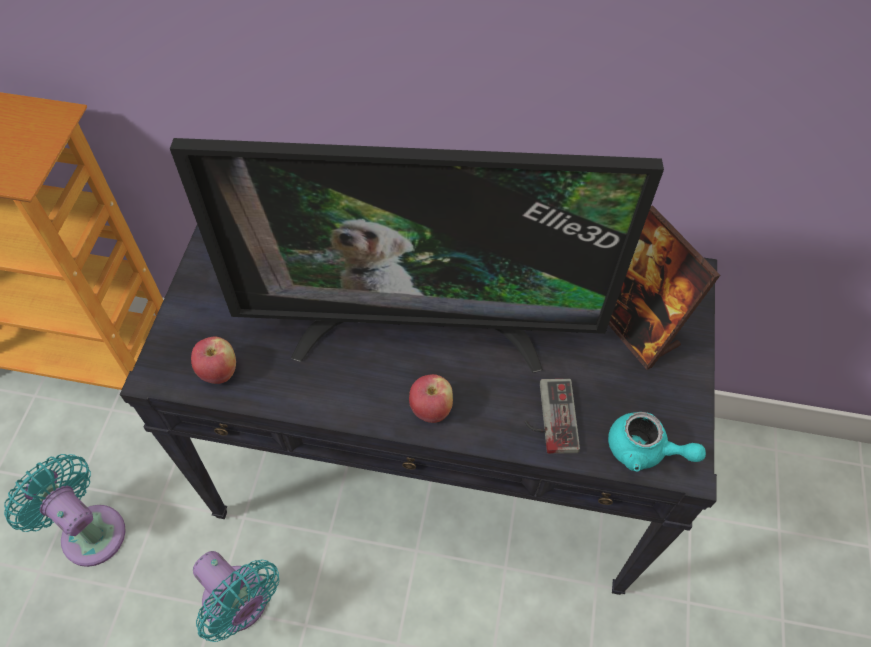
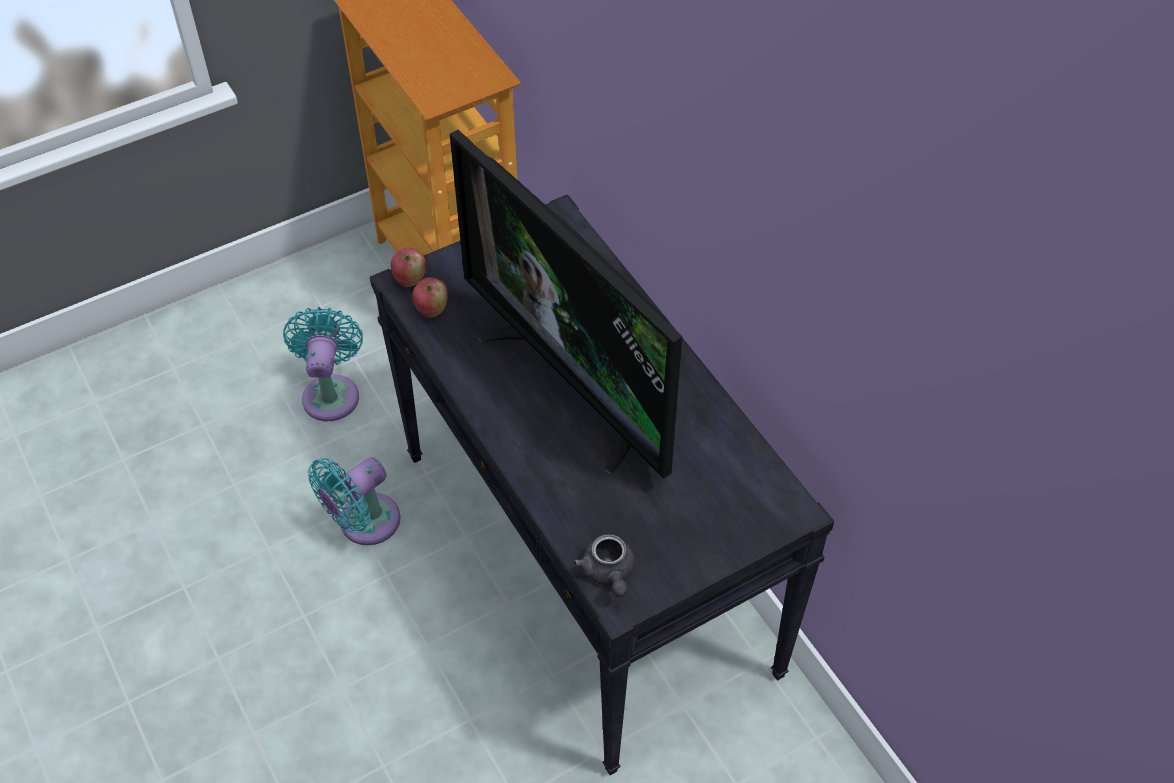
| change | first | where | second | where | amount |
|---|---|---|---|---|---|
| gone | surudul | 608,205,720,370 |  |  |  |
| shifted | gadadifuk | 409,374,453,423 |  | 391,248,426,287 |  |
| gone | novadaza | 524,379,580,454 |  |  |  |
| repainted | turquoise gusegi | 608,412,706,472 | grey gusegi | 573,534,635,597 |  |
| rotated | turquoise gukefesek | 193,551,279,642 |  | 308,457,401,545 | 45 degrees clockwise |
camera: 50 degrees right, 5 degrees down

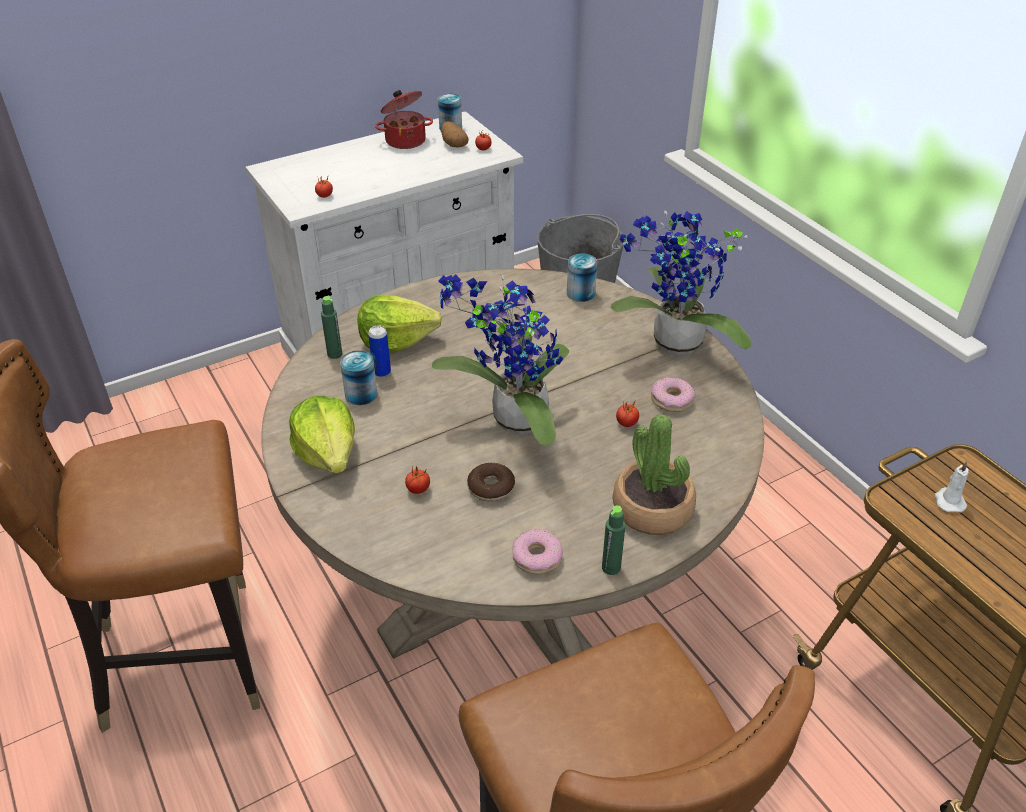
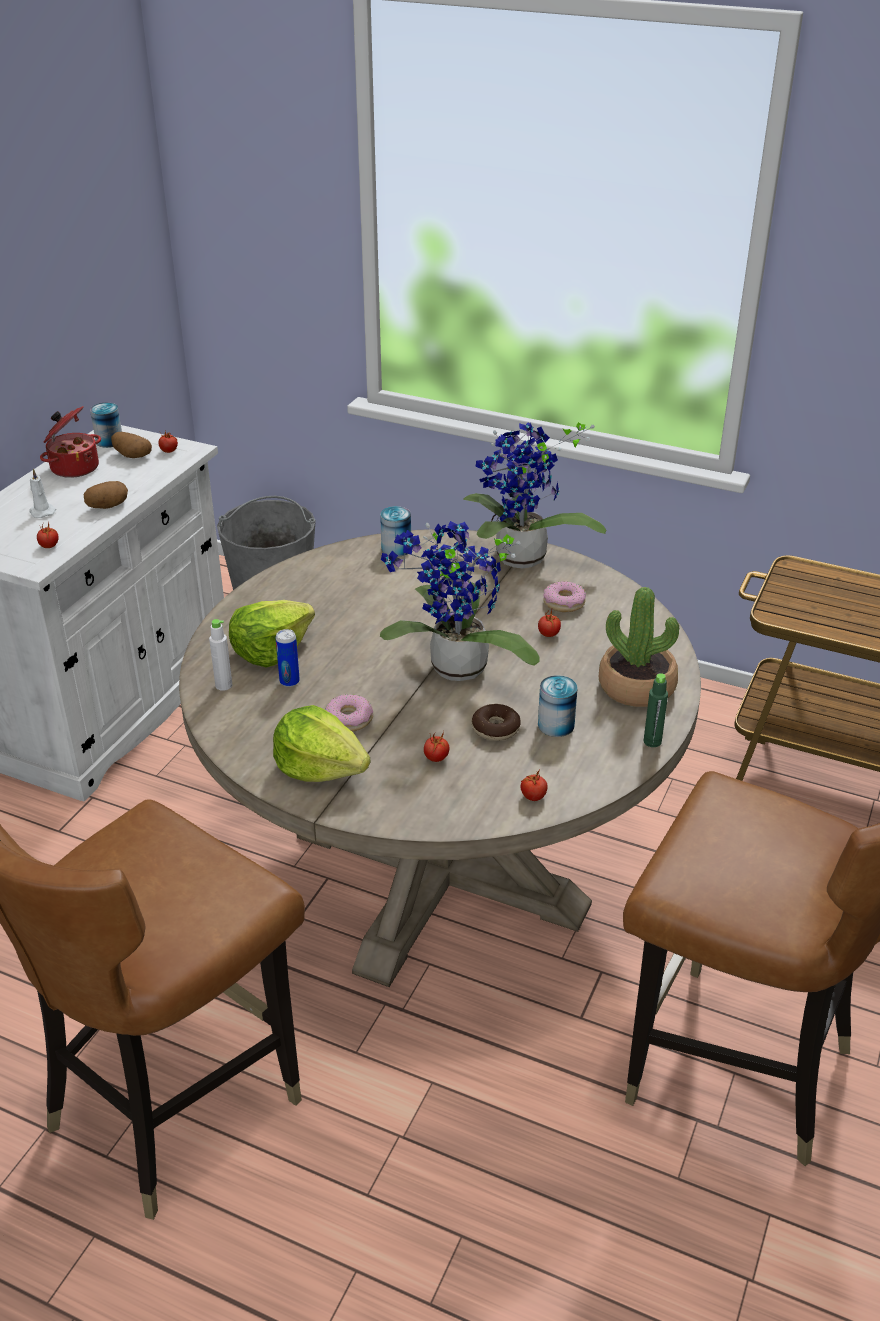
| change | first | where | second | where | amount |
|---|---|---|---|---|---|
| repainted | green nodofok | 321,296,342,359 | white nodofok | 209,619,232,691 |  |
| shifted | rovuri | 340,351,377,405 |  | 538,675,578,737 |  |
| shifted | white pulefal | 935,461,969,512 |  | 29,469,56,518 |  |
| shifted | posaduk | 512,529,563,574 |  | 325,694,373,732 |  |
| new |  |  | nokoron | 83,481,128,509 |  |
| new |  |  | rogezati | 521,770,548,801 |  |
camera: 35 degrees left, 5 degrees down

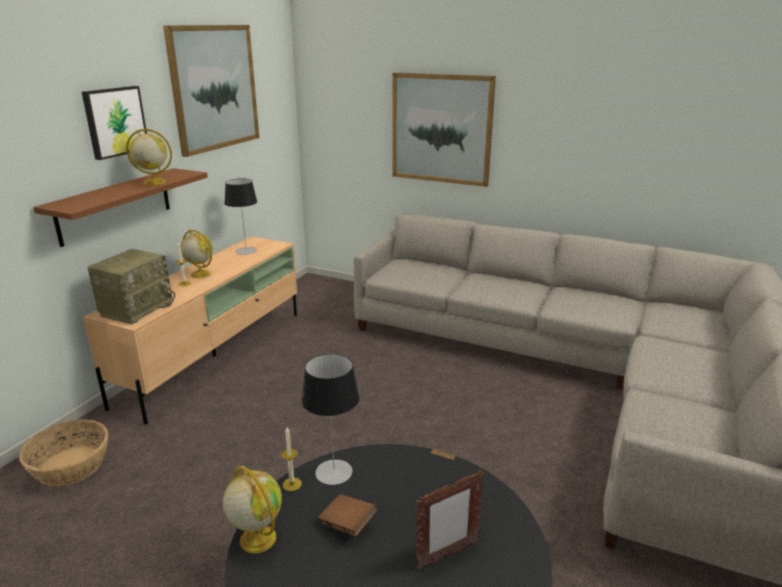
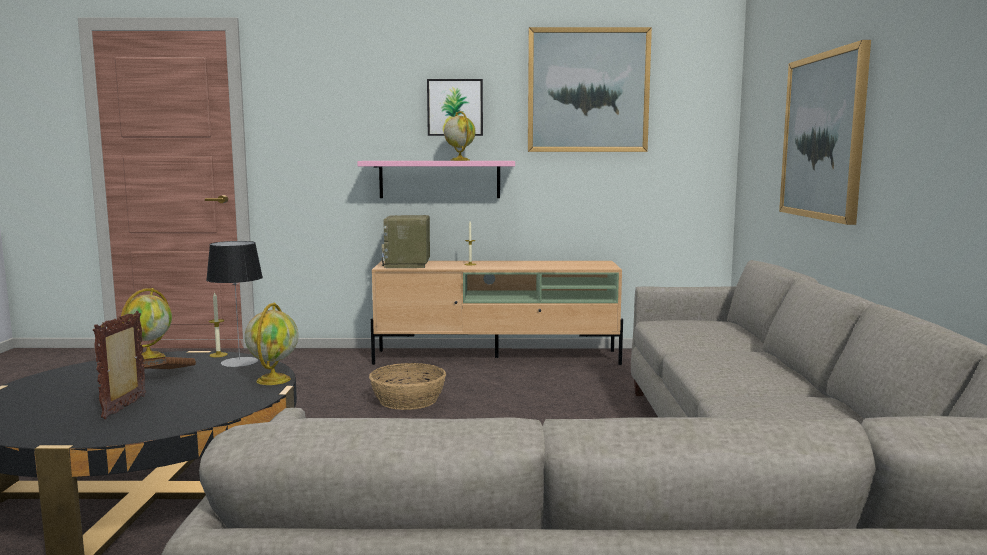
| change | first | where | second | where | amount |
|---|---|---|---|---|---|
| repainted | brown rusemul | 33,168,208,247 | pink rusemul | 357,161,515,198 |  |
| gone | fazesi | 225,178,257,255 |  |  |  |
| shifted | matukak | 180,230,213,278 |  | 245,303,298,385 |  |
| rotated | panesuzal | 88,249,175,324 |  | 382,215,430,268 | 90 degrees clockwise |
| shifted | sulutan | 19,419,108,487 |  | 369,363,446,410 |  |
| rotated | surudul | 416,470,484,570 |  | 93,311,146,419 | 60 degrees clockwise |
camera: 65 degrees right, 15 degrees down

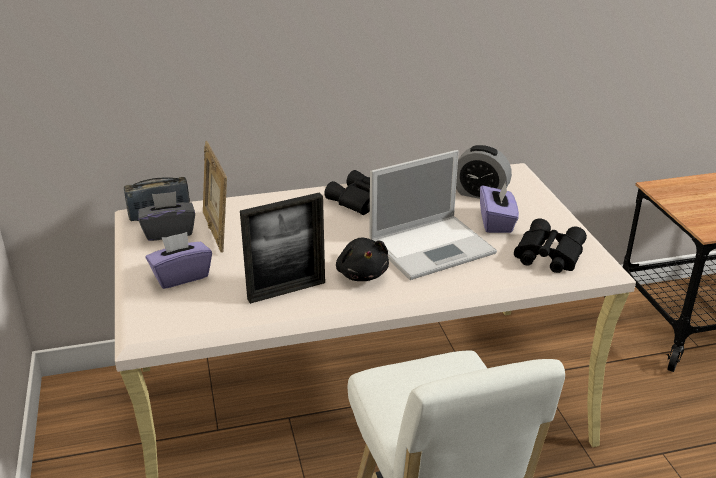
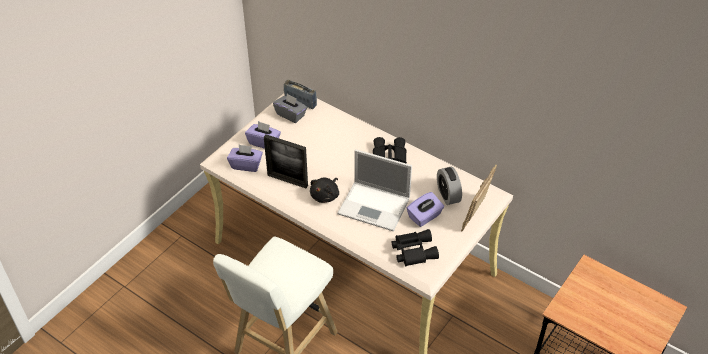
| change | first | where | second | where | amount |
|---|---|---|---|---|---|
| shifted | surudul | 203,141,227,252 |  | 461,165,497,232 |  |
| new |  |  | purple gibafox | 227,144,263,172 |  |
camera: 50 degrees right, 15 degrees up

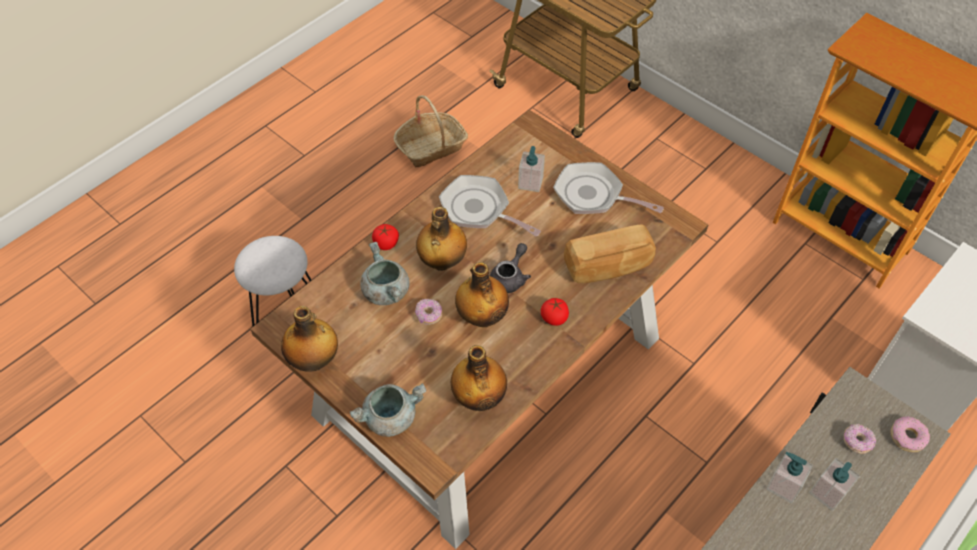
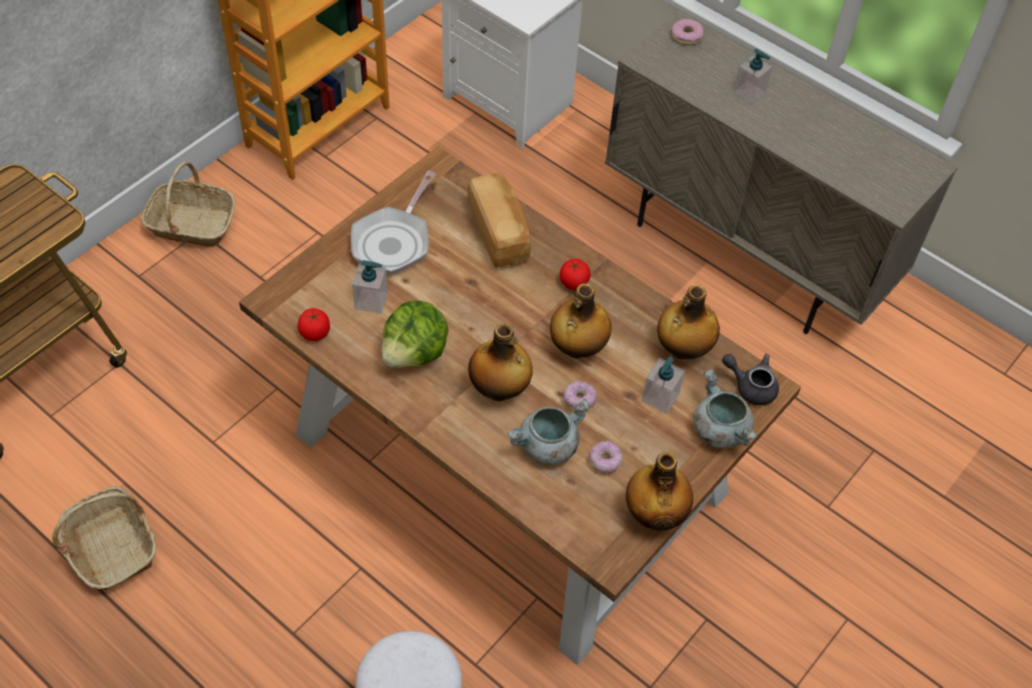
| change | first | where | second | where | amount |
|---|---|---|---|---|---|
| swapped | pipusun | 439,175,541,237 | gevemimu | 381,301,449,368 |  |
| shifted | rogezati | 372,224,399,250 |  | 298,308,330,341 |  |
| shifted | grey gusegi | 490,243,531,293 |  | 722,354,779,405 |  |
| shifted | posaduk | 844,424,876,454 |  | 589,441,623,473 |  |
| shifted | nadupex | 766,451,813,503 |  | 642,357,685,414 |  |
| new |  |  | sulutan | 141,162,235,247 |  |
camera: 95 degrees left, 0 degrees up

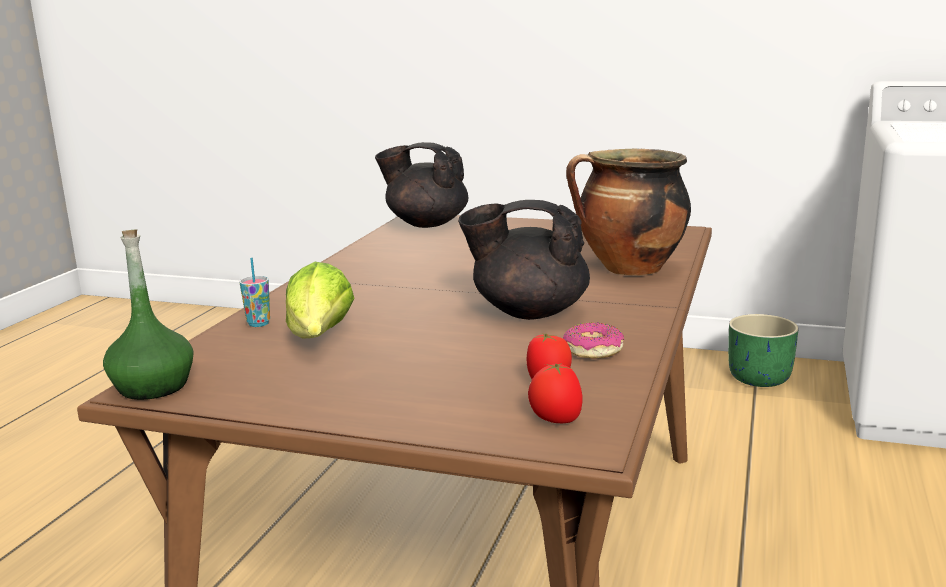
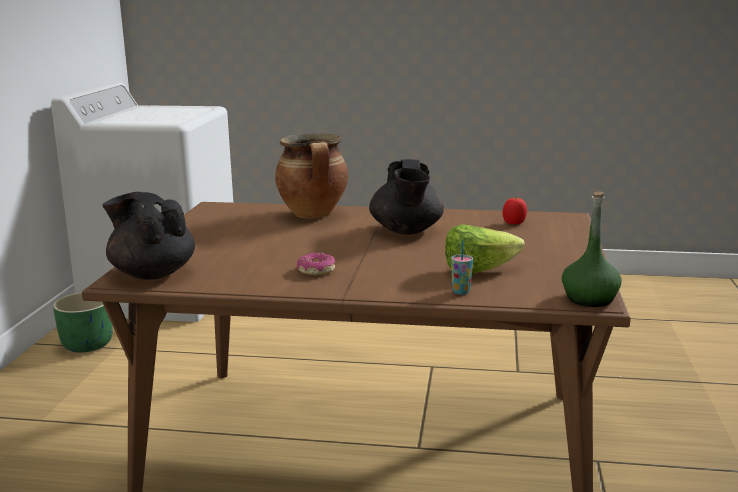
| change | first | where | second | where | amount |
|---|---|---|---|---|---|
| rotated | black gusegi | 375,142,468,228 |  | 103,192,195,280 | 120 degrees clockwise |
| shifted | posaduk | 563,322,624,359 |  | 297,253,335,275 |  |
| gone | rogezati | 528,363,583,423 |  |  |  |
camera: 100 degrees left, 0 degrees up

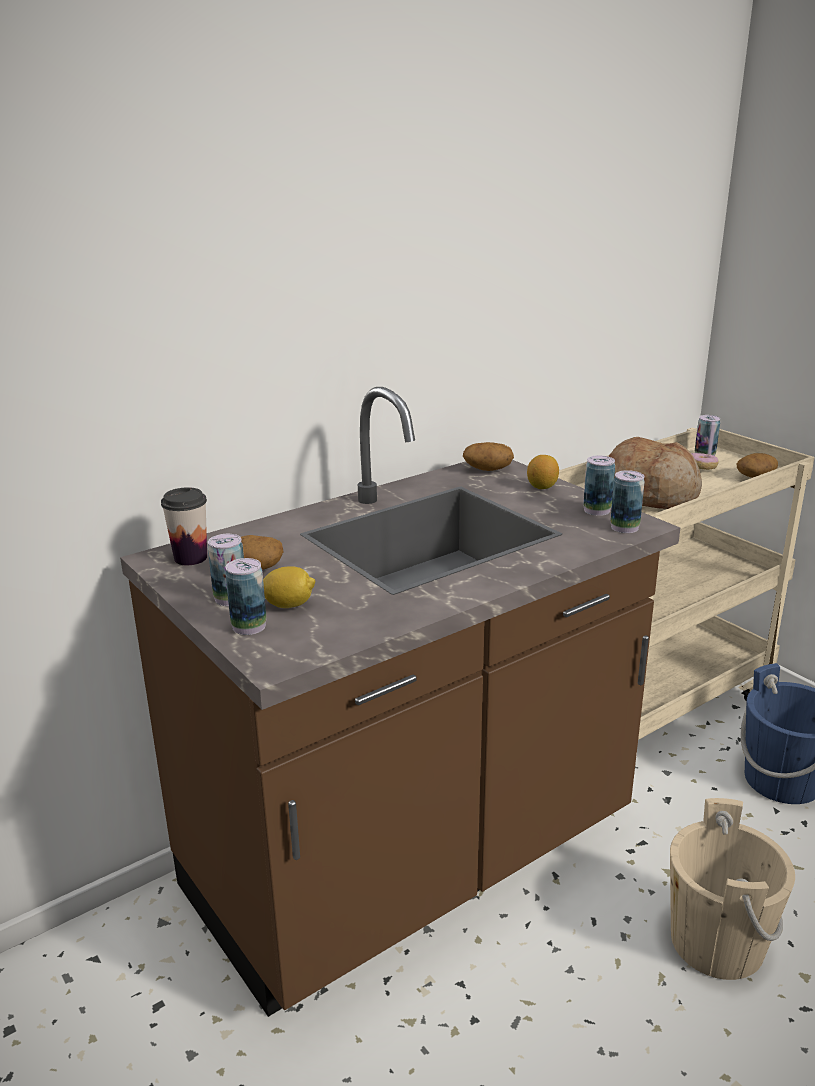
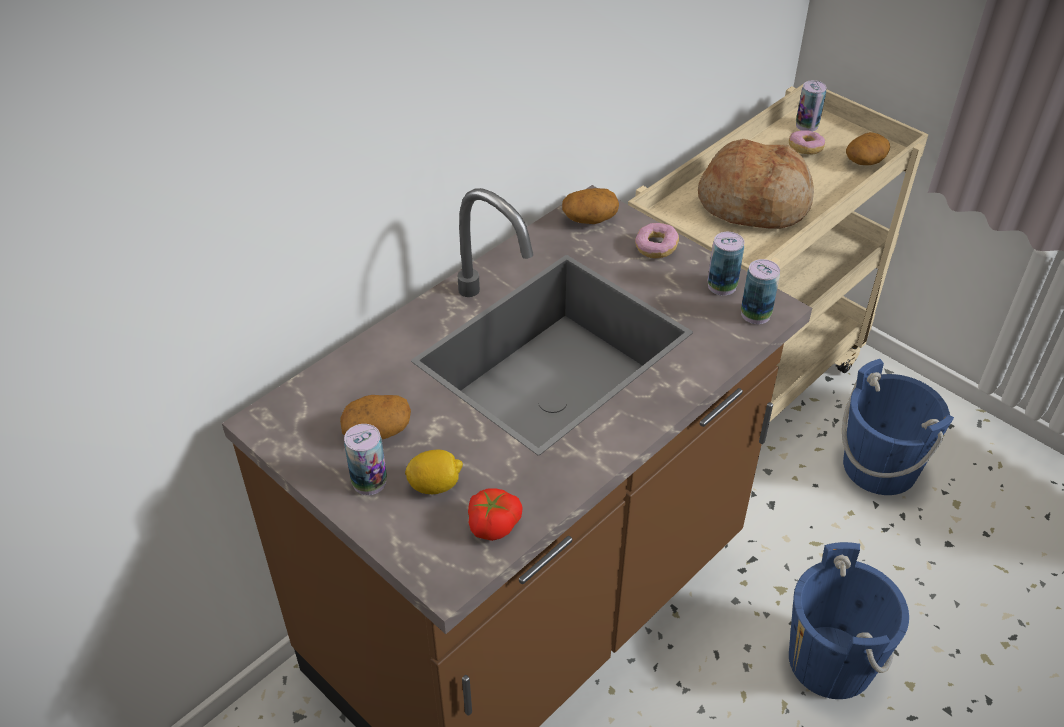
| change | first | where | second | where | amount |
|---|---|---|---|---|---|
| swapped | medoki | 527,455,559,489 | posaduk | 635,223,679,259 |  |
| gone | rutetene | 161,487,207,565 |  |  |  |
| gone | rovuri | 225,558,267,635 |  |  |  |
| repainted | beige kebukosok | 670,798,795,980 | blue kebukosok | 789,542,909,699 |  |
| new |  |  | rogezati | 468,488,523,541 |  |
camera: 10 degrees left, 20 degrees up

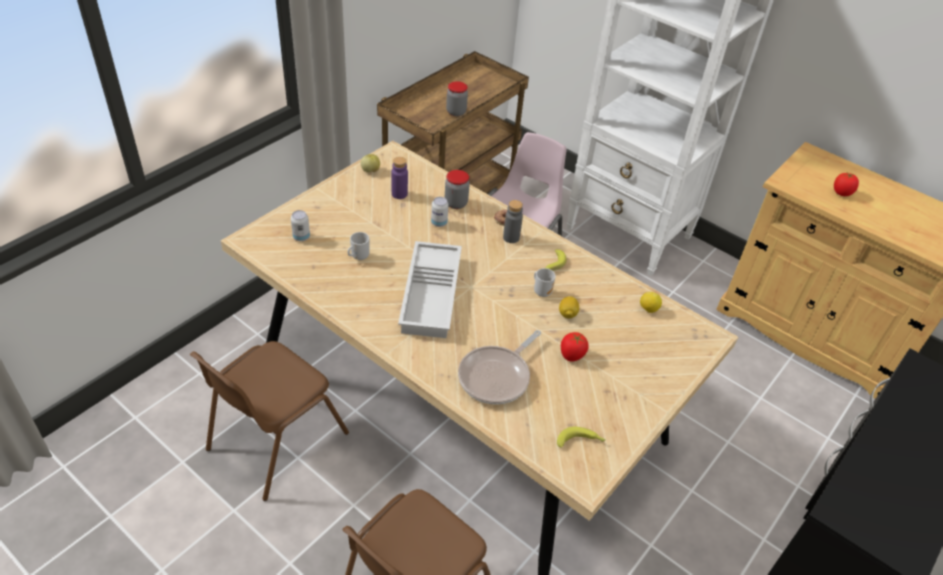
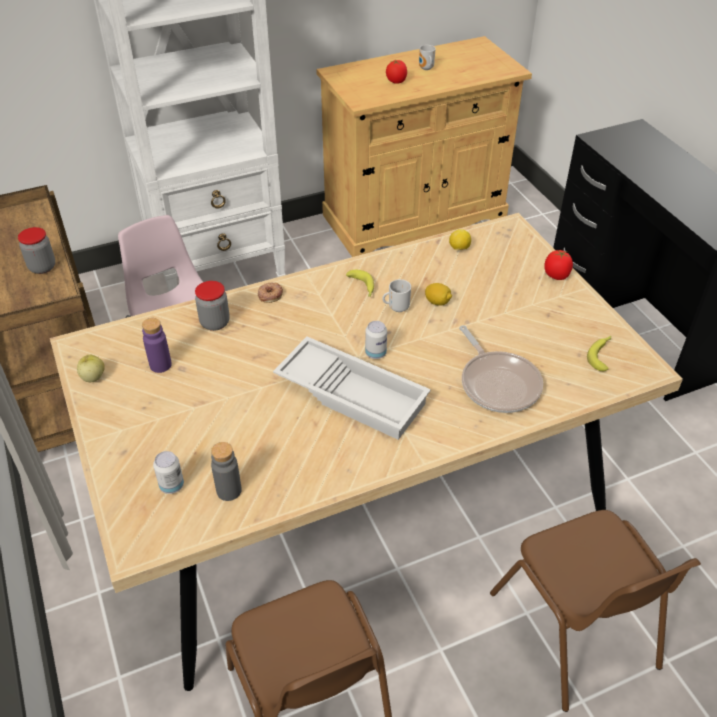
| change | first | where | second | where | amount |
|---|---|---|---|---|---|
| shifted | rovuri | 431,197,449,227 |  | 365,321,387,359 |  |
| shifted | grey nodofok | 503,200,523,243 |  | 211,442,242,501 |  |
| shifted | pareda | 348,232,370,260 |  | 419,45,436,70 |  |
| shifted | rogezati | 561,332,589,362 |  | 544,250,573,280 |  |
camera: 60 degrees left, 0 degrees up

